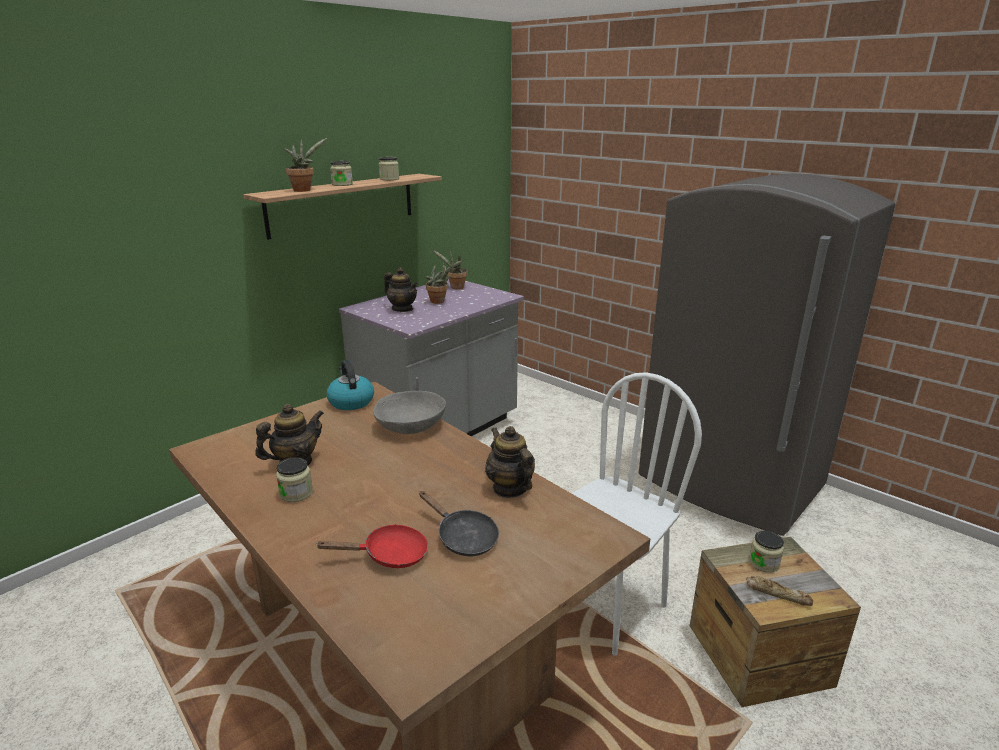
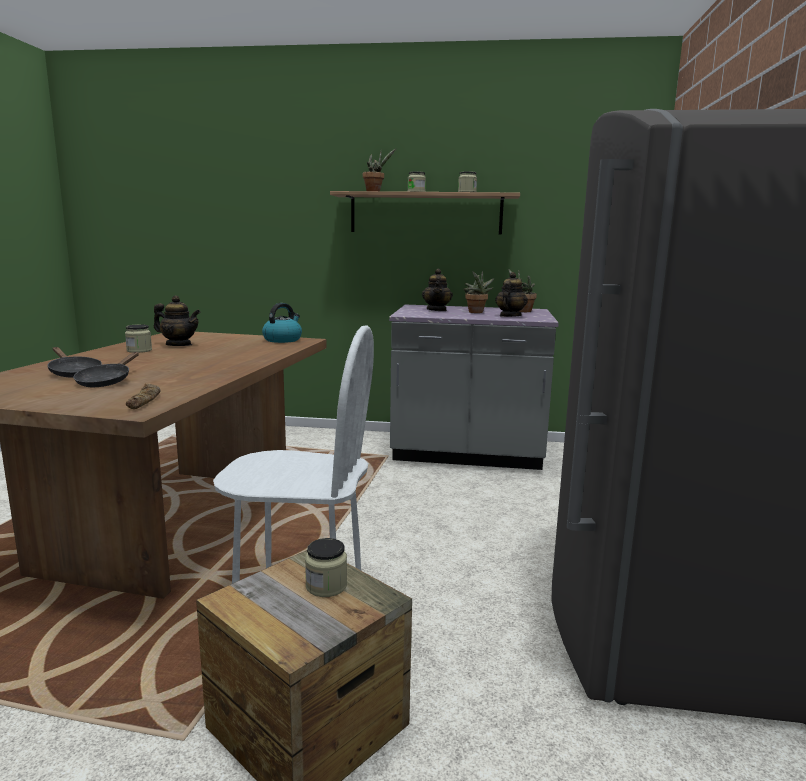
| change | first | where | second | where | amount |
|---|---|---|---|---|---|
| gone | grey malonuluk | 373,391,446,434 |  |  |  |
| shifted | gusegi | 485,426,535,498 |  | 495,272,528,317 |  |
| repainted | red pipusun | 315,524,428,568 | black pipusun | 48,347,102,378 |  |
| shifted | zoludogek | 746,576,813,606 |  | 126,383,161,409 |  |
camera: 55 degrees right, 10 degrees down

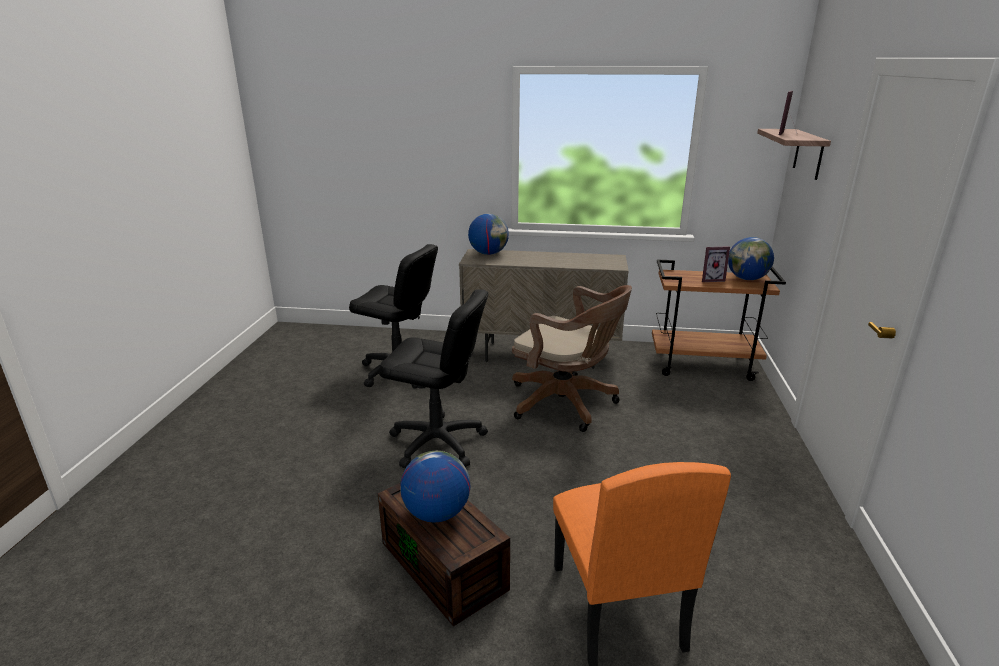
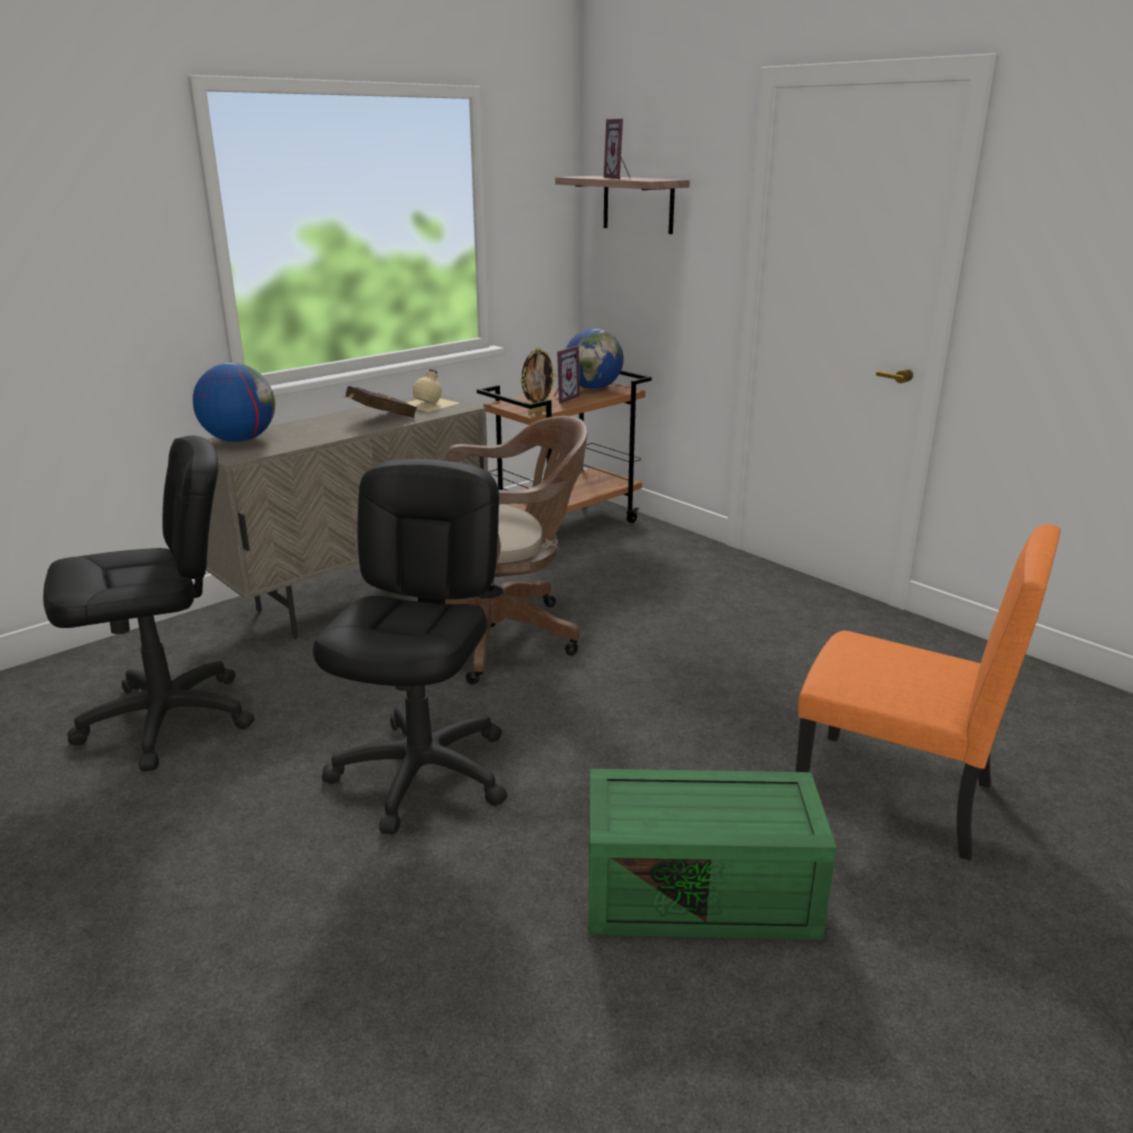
| change | first | where | second | where | amount |
|---|---|---|---|---|---|
| rotated | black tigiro | 379,289,488,468 |  | 313,459,507,835 | 45 degrees counterclockwise |
| gone | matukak | 401,451,470,523 |  |  |  |
| repainted | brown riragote | 378,483,510,627 | green riragote | 589,769,837,940 |  |
| new |  |  | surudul | 520,348,556,414 |  |
| new |  |  | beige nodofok | 406,369,459,412 |  |
| new |  |  | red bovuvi | 343,386,417,418 |  |
camera: 50 degrees left, 0 degrees up

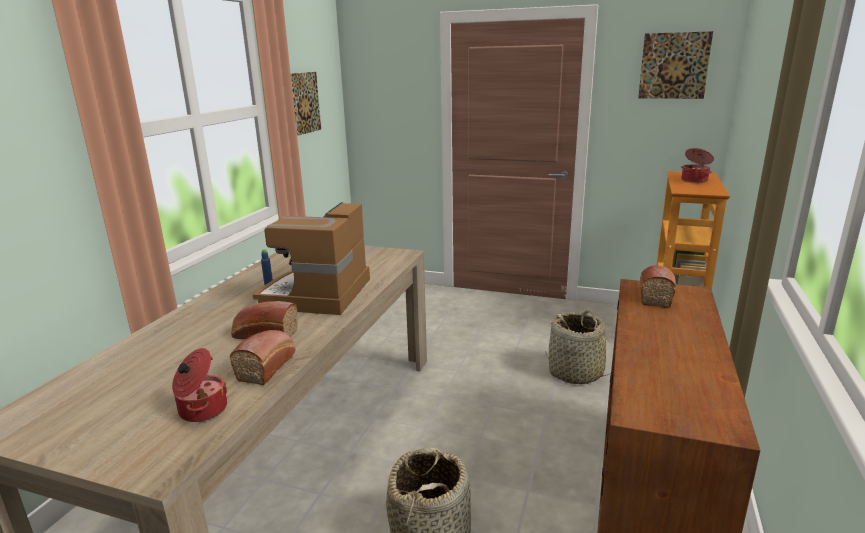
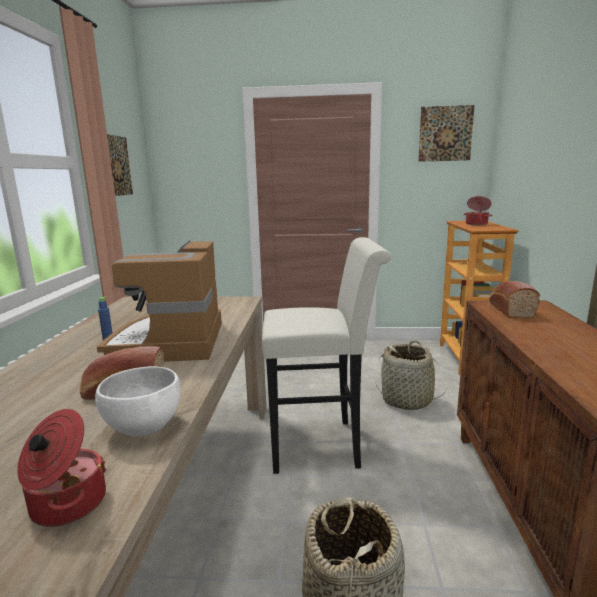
| change | first | where | second | where | amount |
|---|---|---|---|---|---|
| swapped | zoludogek | 230,330,296,385 | white malonuluk | 95,366,181,437 |  |
| new |  |  | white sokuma | 262,237,391,474 |  |
camera: 15 degrees left, 5 degrees down

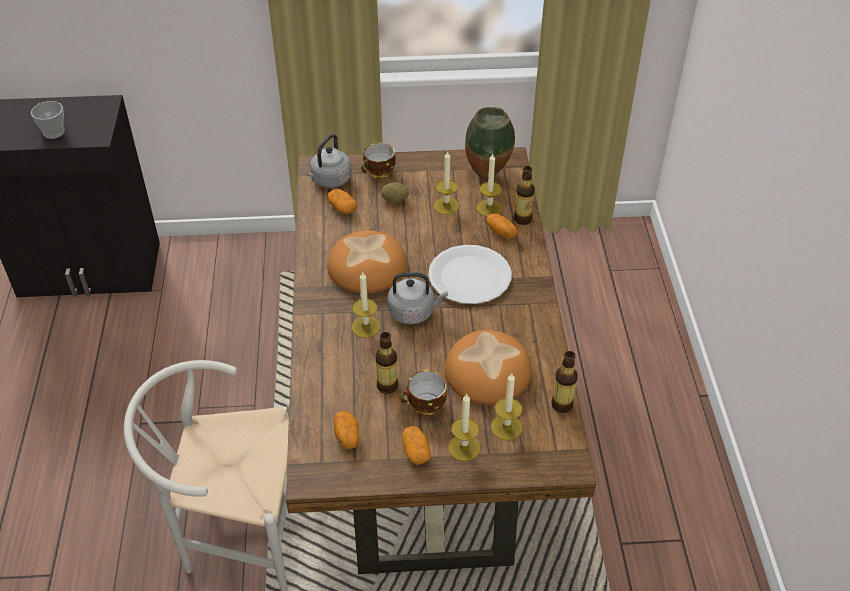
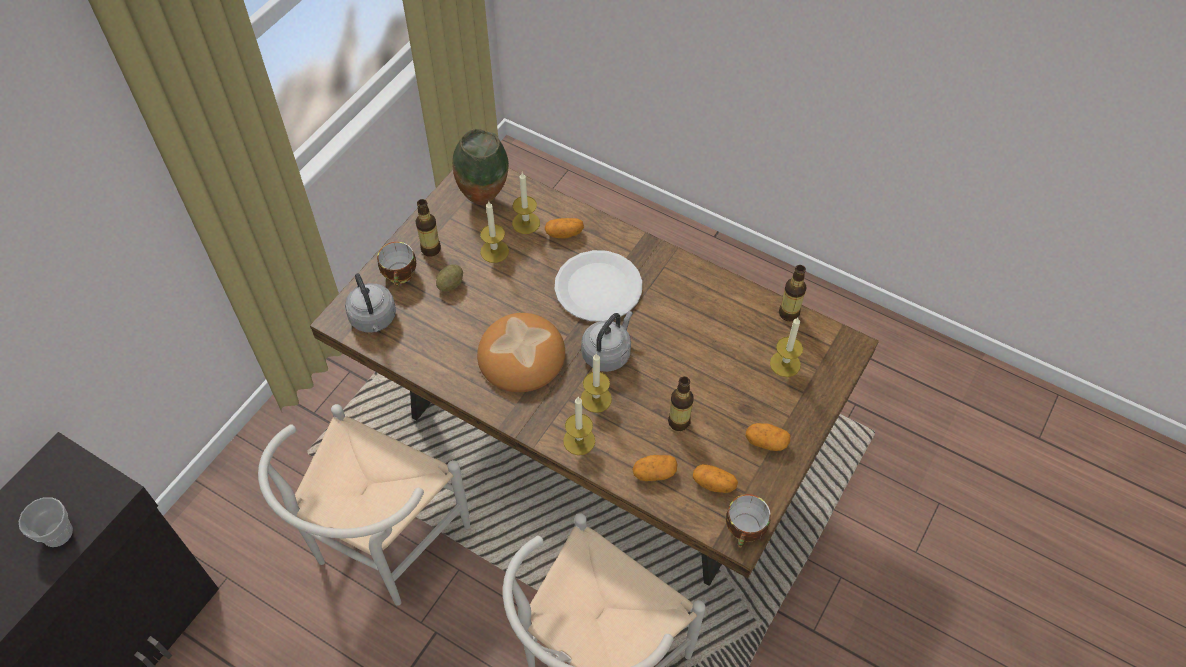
| change | first | where | second | where | amount |
|---|---|---|---|---|---|
| shifted | nodofok | 514,166,535,225 |  | 415,199,441,257 |  |
| shifted | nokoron | 328,189,357,214 |  | 632,455,677,481 |  |
| gone | zoludogek | 445,330,532,405 |  |  |  |
| shifted | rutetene | 399,370,447,416 |  | 726,494,771,548 |  |
| shifted | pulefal | 448,394,480,461 |  | 563,397,595,455 |  |
| new |  |  | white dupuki | 258,404,470,606 |  |
camera: 55 degrees left, 10 degrees up

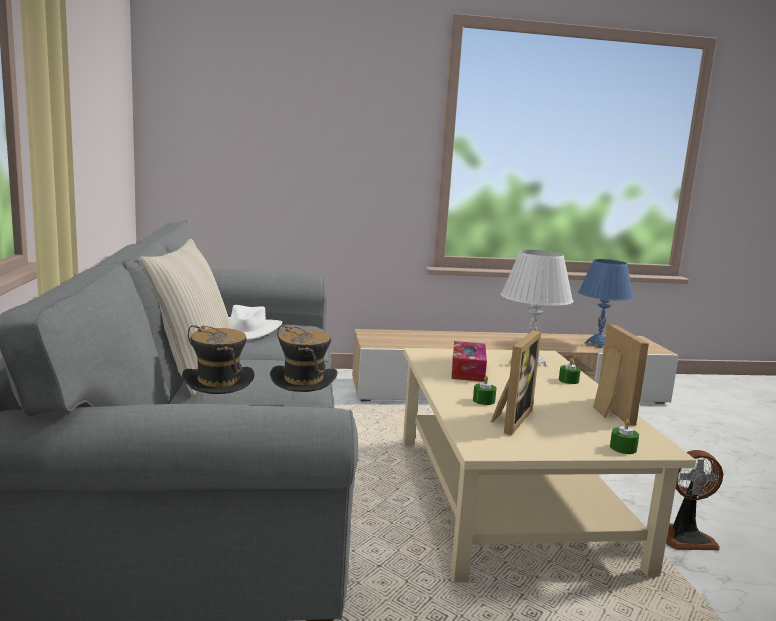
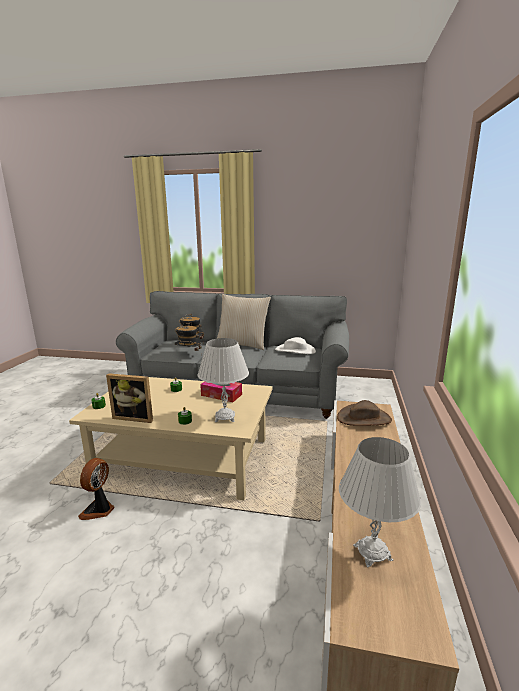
| change | first | where | second | where | amount |
|---|---|---|---|---|---|
| repainted | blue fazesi | 578,259,634,348 | white fazesi | 339,437,421,567 |  |
| gone | surudul | 491,330,542,435 |  |  |  |
| new |  |  | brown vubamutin | 337,400,392,426 |  |
camera: 110 degrees right, 5 degrees up

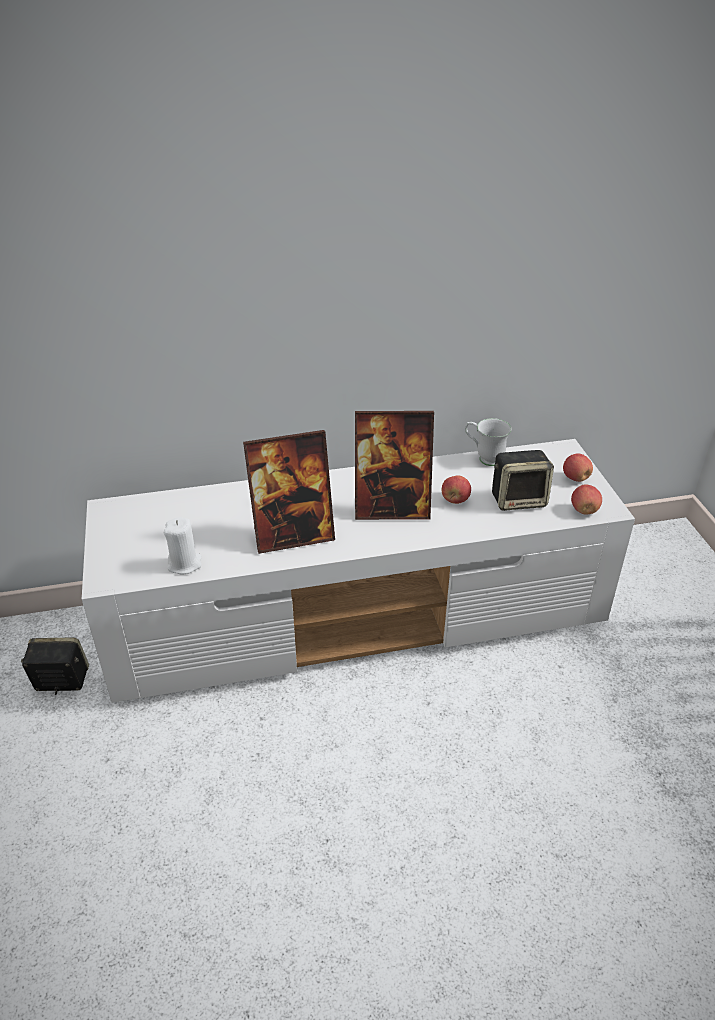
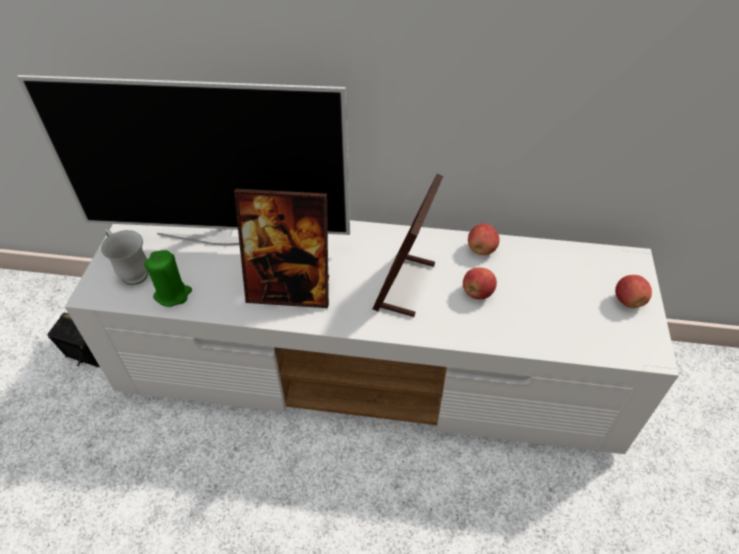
| change | first | where | second | where | amount |
|---|---|---|---|---|---|
| rotated | surudul | 355,411,434,520 |  | 372,174,443,317 | 90 degrees clockwise |
| shifted | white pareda | 465,418,511,466 |  | 101,229,148,285 |  |
| gone | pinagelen | 492,450,554,511 |  |  |  |
| shifted | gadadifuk | 571,485,602,514 |  | 468,224,499,255 |  |
| repainted | white pulefal | 164,517,202,575 | green pulefal | 144,250,192,307 |  |
| new |  |  | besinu | 17,75,350,246 |  |
camera: 20 degrees right, 10 degrees up

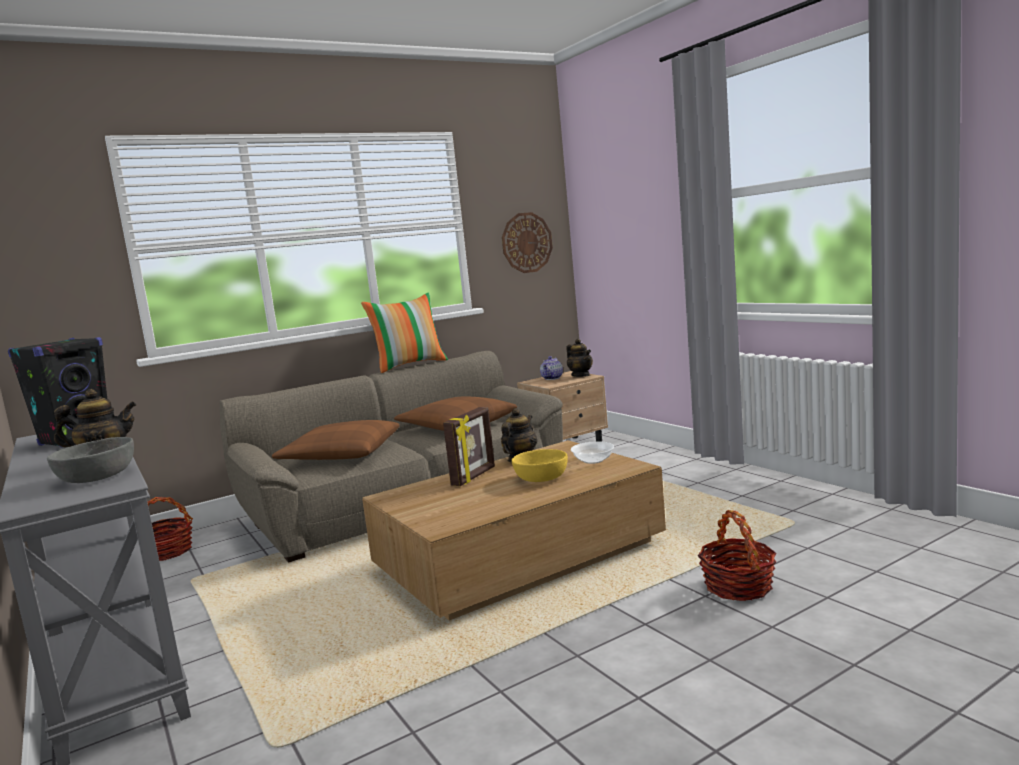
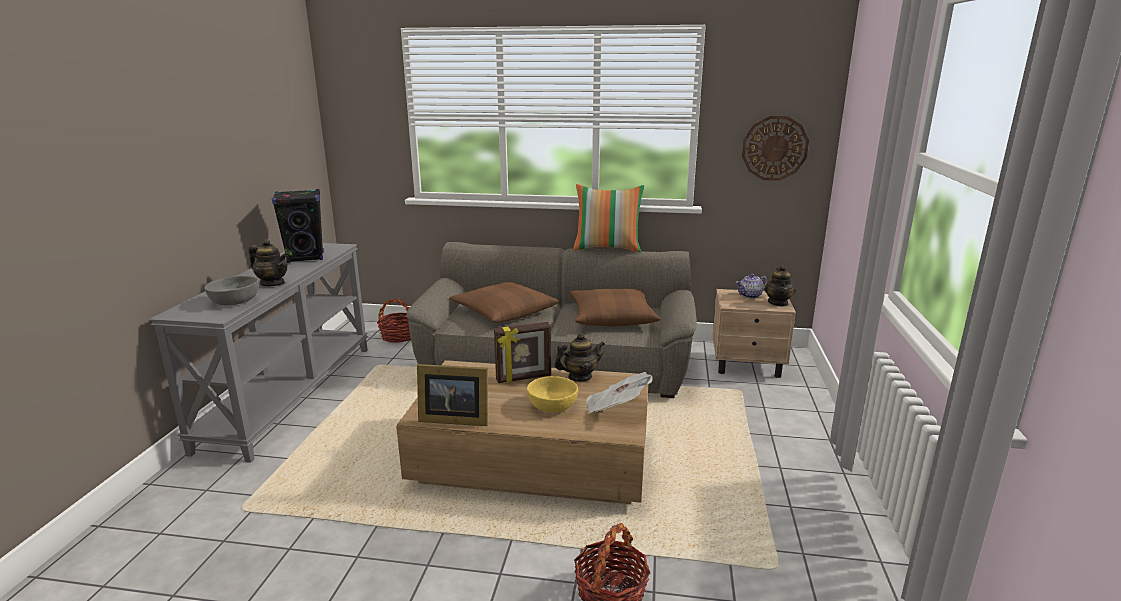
| change | first | where | second | where | amount |
|---|---|---|---|---|---|
| swapped | malonuluk | 571,441,614,464 | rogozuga | 586,372,653,414 |  |
| new |  |  | surudul | 417,364,488,426 |  |
camera: 40 degrees right, 10 degrees up

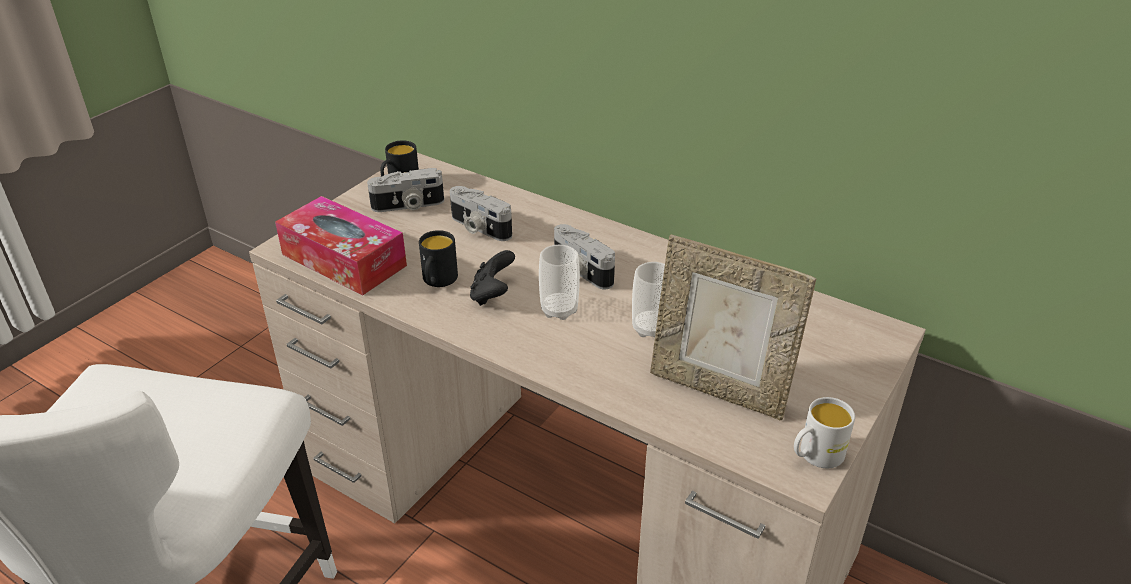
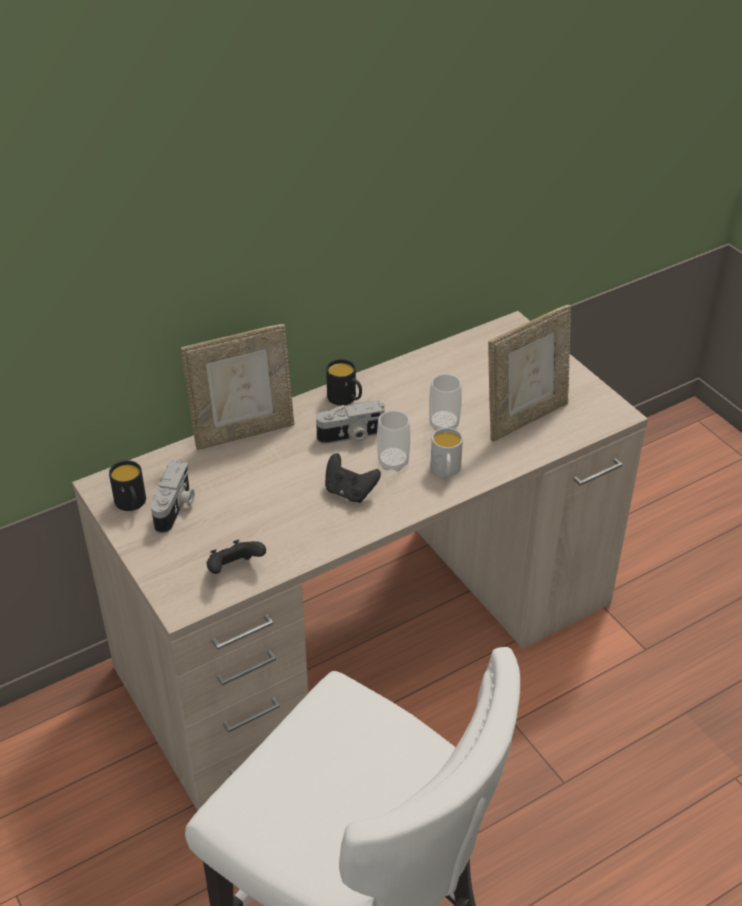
| change | first | where | second | where | amount |
|---|---|---|---|---|---|
| gone | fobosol | 450,186,512,241 |  |  |  |
| swapped | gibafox | 275,196,407,295 | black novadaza | 207,540,266,574 |  |
| shifted | black pareda | 419,230,458,287 |  | 326,359,362,406 |  |
| shifted | white pareda | 794,397,855,468 |  | 430,428,463,477 |  |
| new |  |  | surudul | 181,324,294,450 |  |
camera: 65 degrees left, 5 degrees up

